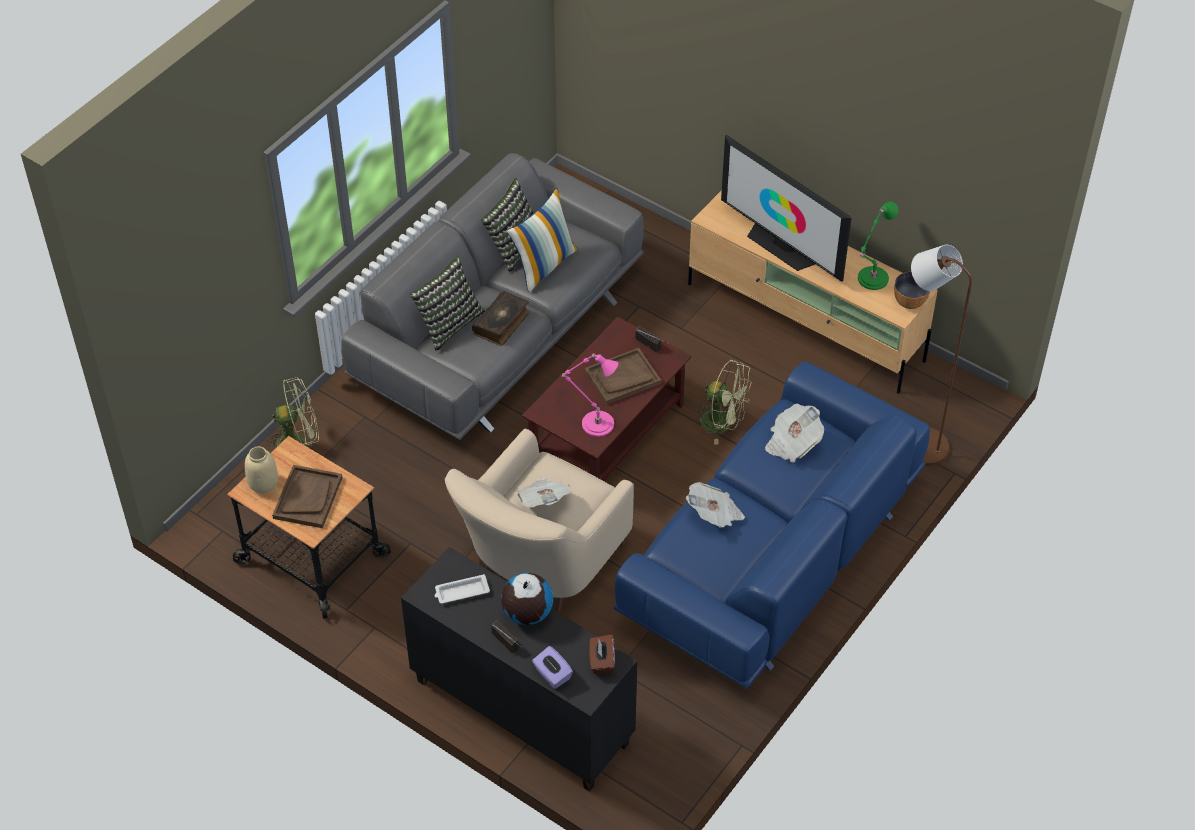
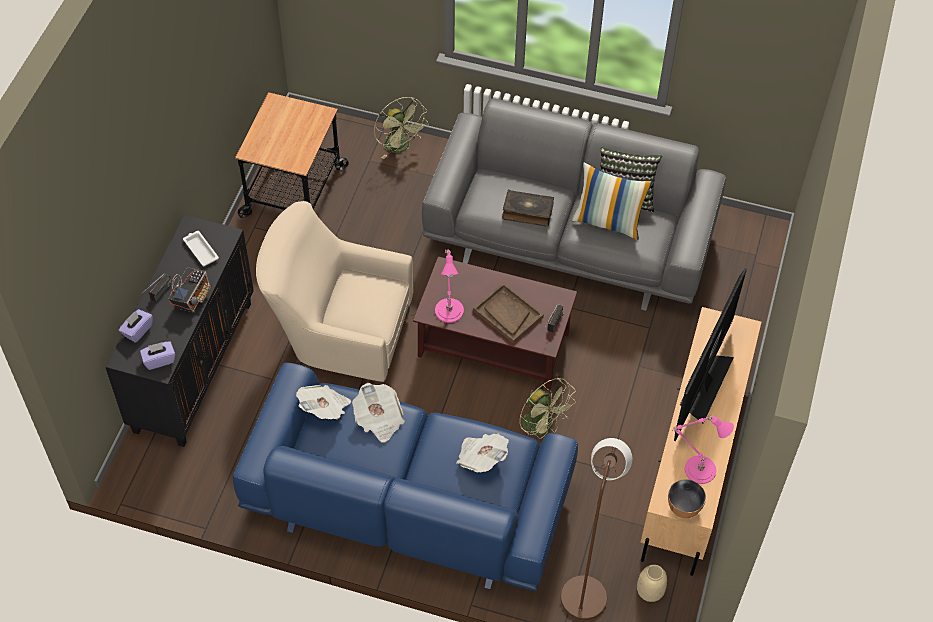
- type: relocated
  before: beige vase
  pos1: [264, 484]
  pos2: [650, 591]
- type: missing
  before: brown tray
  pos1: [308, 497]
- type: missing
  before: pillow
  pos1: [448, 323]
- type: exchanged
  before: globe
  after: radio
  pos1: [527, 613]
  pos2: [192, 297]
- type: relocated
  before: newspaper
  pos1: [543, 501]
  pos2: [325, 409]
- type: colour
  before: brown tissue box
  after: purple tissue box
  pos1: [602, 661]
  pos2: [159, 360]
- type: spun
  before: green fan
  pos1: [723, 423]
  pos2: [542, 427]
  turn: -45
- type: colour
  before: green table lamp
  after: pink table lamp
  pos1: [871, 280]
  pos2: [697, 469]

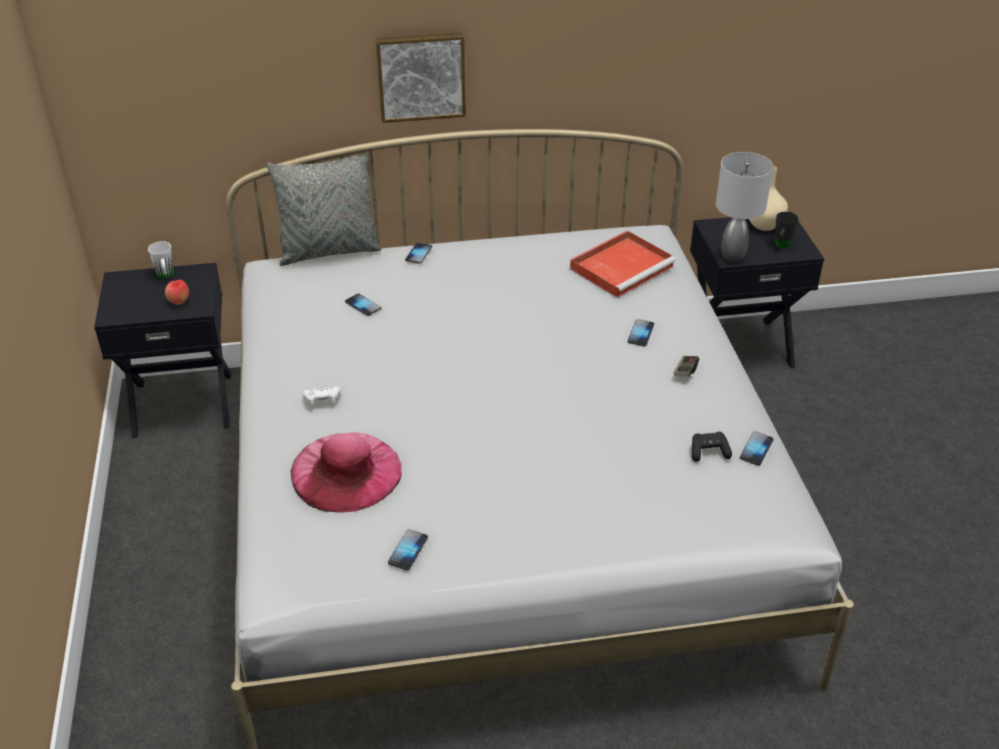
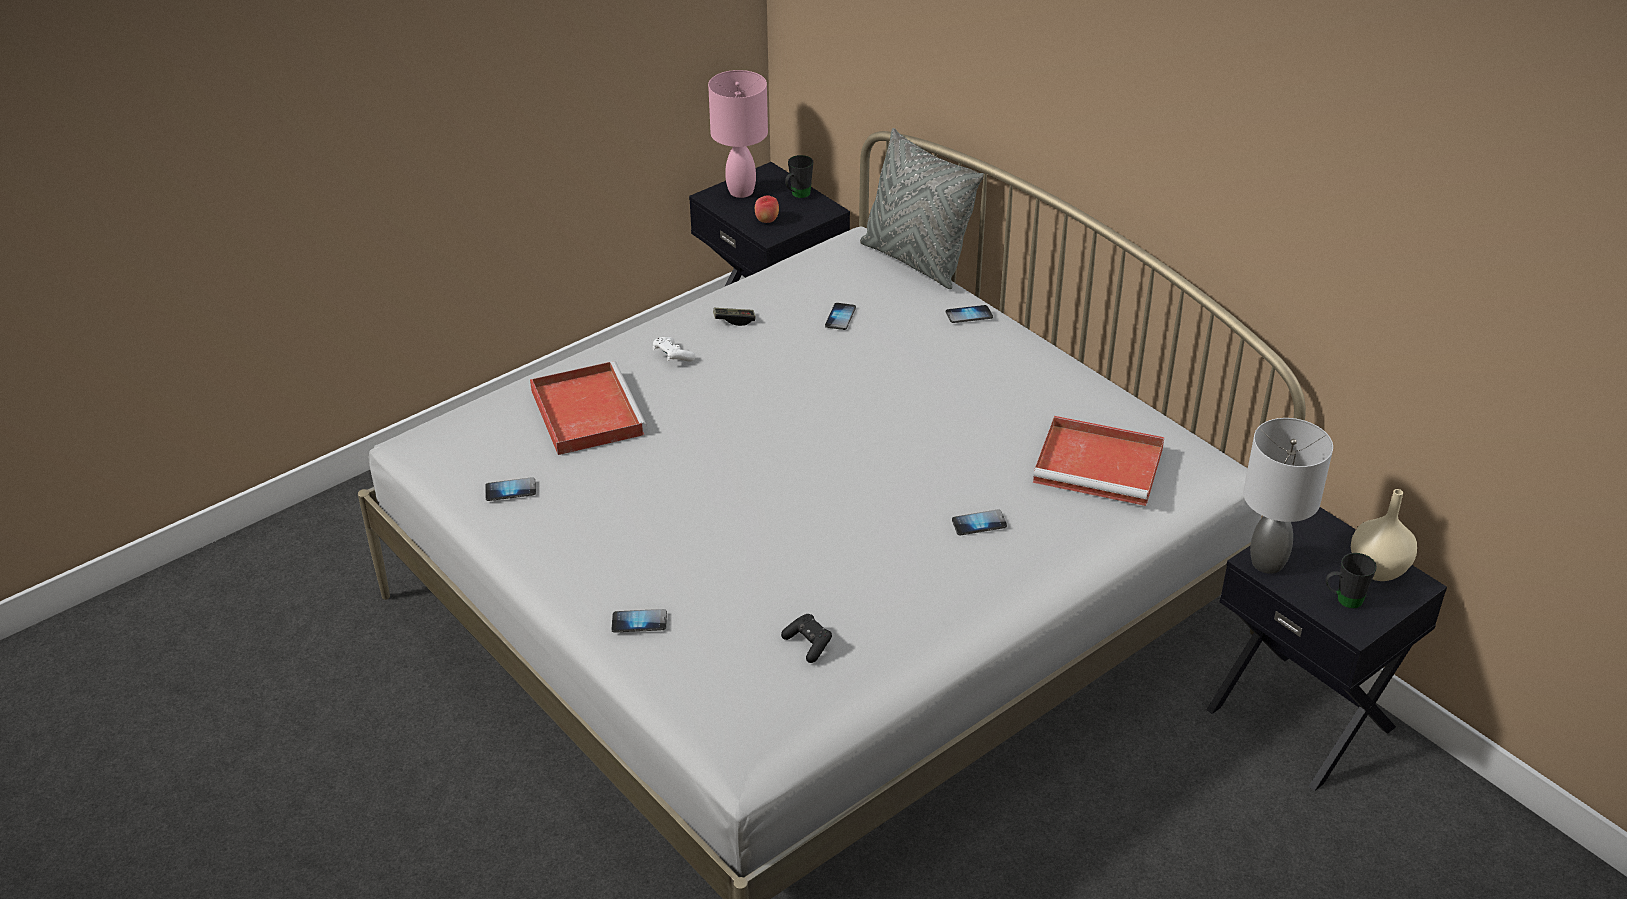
- type: colour
  before: white mug
  after: black mug
  pos1: [166, 277]
  pos2: [797, 195]
- type: exchanged
  before: pink hat
  after: red tray
  pos1: [346, 471]
  pos2: [585, 411]
- type: missing
  before: picture
  pos1: [421, 76]
- type: relocated
  before: game controller
  pos1: [685, 371]
  pos2: [734, 320]
- type: relocated
  before: phone
  pos1: [756, 449]
  pos2: [639, 622]
- type: appeared
  after: pink table lamp
  pos2: [740, 191]

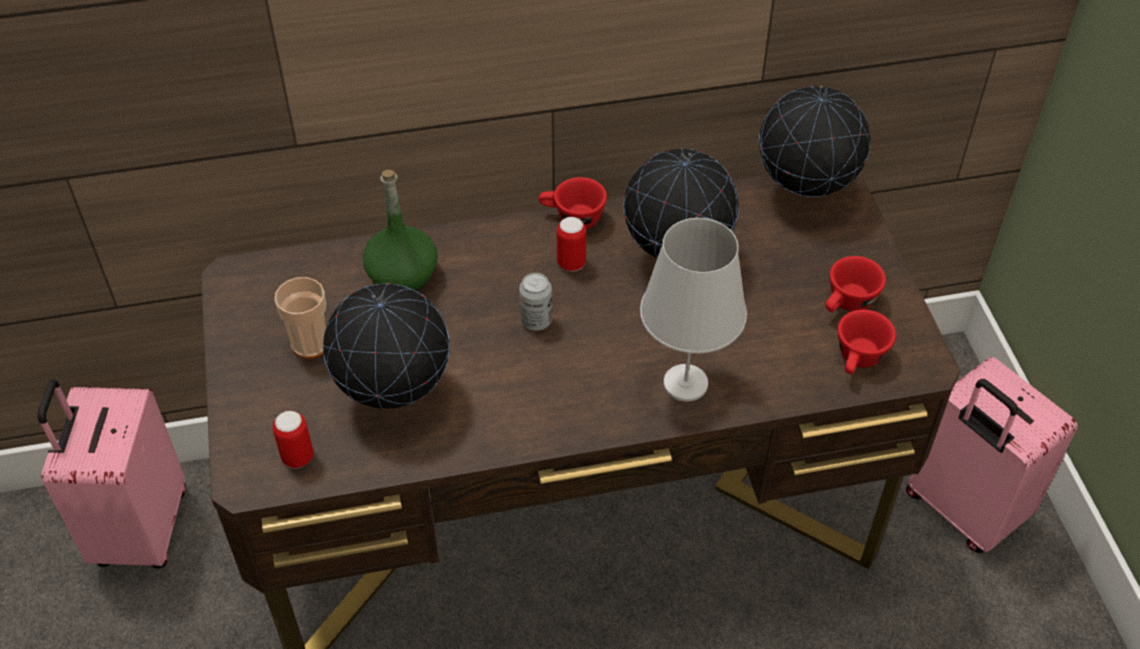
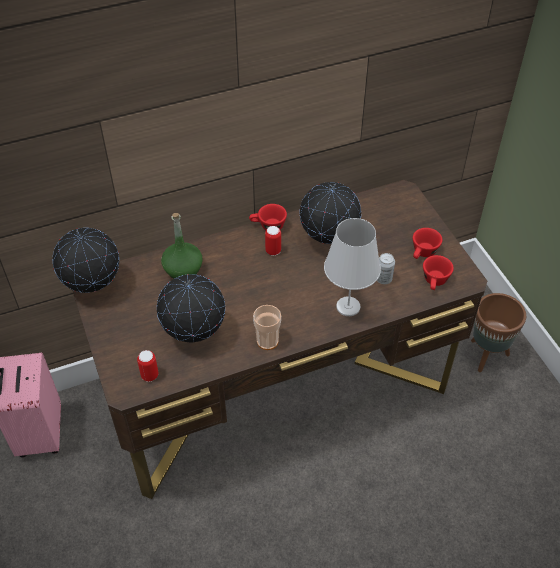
- type: relocated
  before: cup
  pos1: [310, 343]
  pos2: [267, 341]
- type: relocated
  before: can
  pos1: [536, 321]
  pos2: [383, 279]
- type: relocated
  before: globe
  pos1: [804, 192]
  pos2: [93, 286]
- type: exchanged
  before: pink suitcase
  after: brown planter
  pos1: [962, 510]
  pos2: [486, 355]

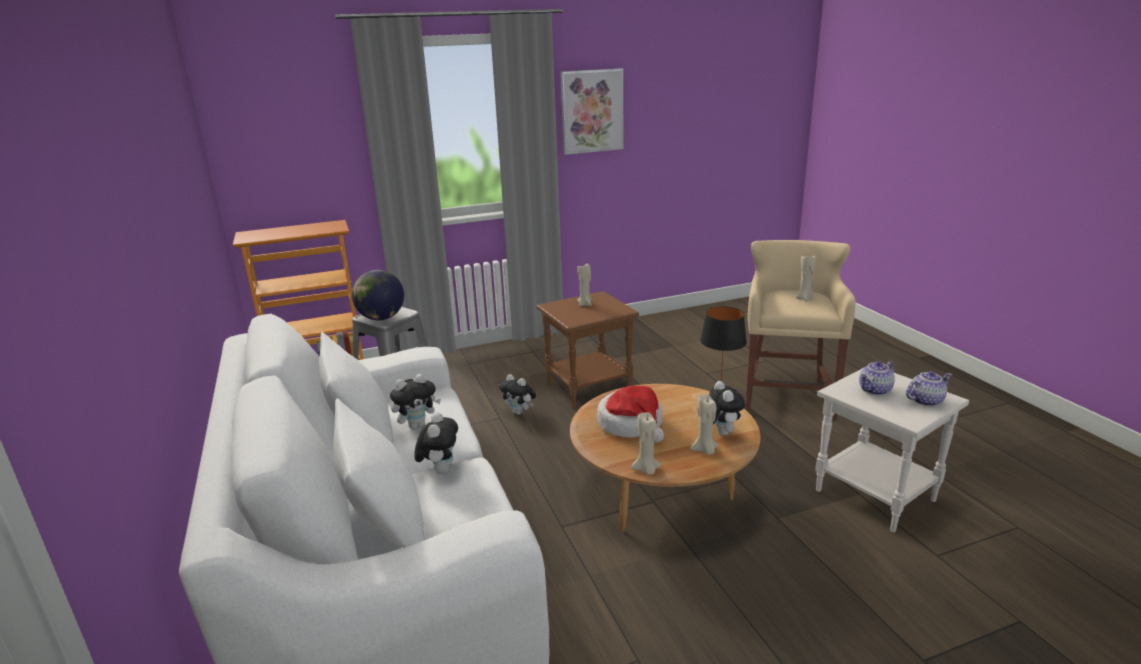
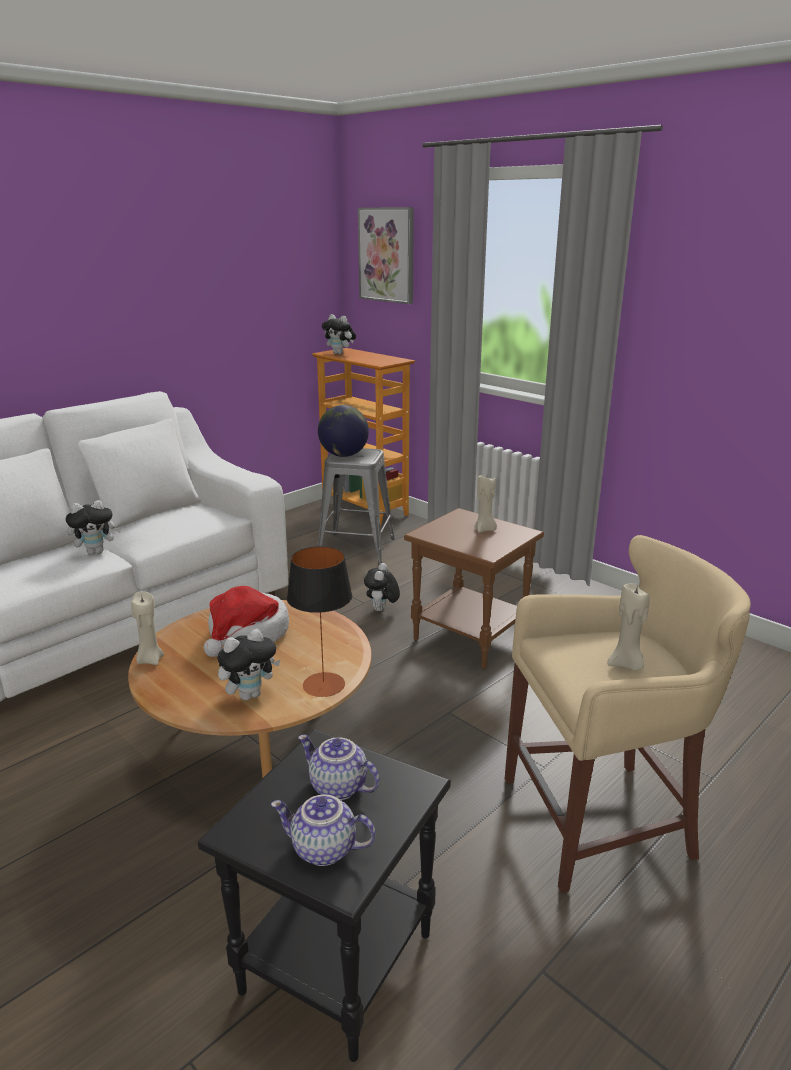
- type: relocated
  before: plush toy
  pos1: [417, 425]
  pos2: [340, 353]
- type: relocated
  before: picture
  pos1: [591, 111]
  pos2: [387, 255]
- type: missing
  before: beige candle
  pos1: [705, 450]
- type: colour
  before: white side table
  after: black side table
  pos1: [876, 495]
  pos2: [338, 966]
- type: spun
  before: teapot
  pos1: [925, 400]
  pos2: [322, 850]
  turn: 150

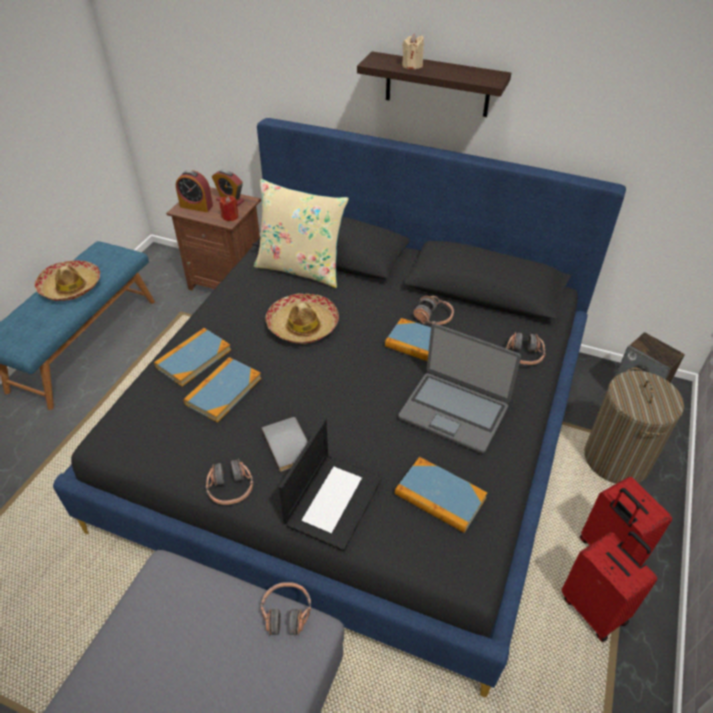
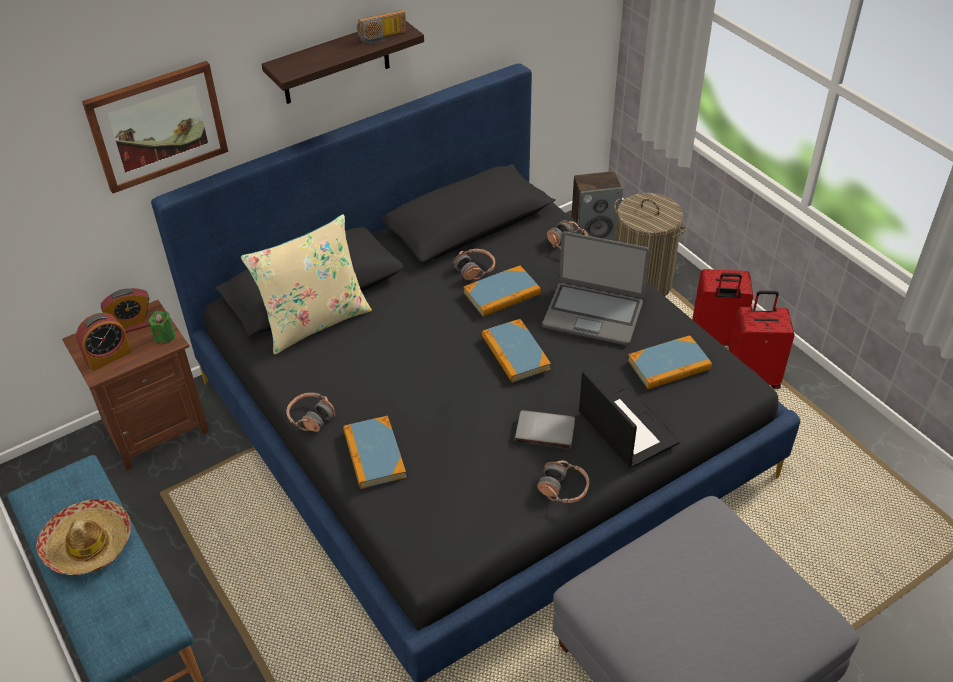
- type: relocated
  before: book
  pos1: [223, 391]
  pos2: [515, 353]
- type: colour
  before: red candle
  after: green candle
  pos1: [230, 217]
  pos2: [164, 337]
- type: relocated
  before: headphones
  pos1: [286, 613]
  pos2: [311, 417]
- type: missing
  before: hat
  pos1: [302, 326]
- type: spun
  before: laptop
  pos1: [454, 411]
  pos2: [593, 313]
  turn: 45
- type: missing
  before: beige candle
  pos1: [412, 65]
- type: appeared
  after: picture
  pos2: [157, 126]
- type: appeared
  after: radio
  pos2: [383, 37]

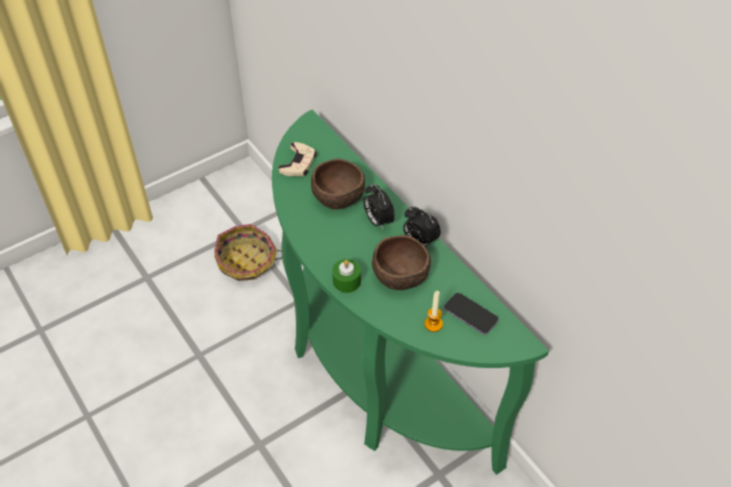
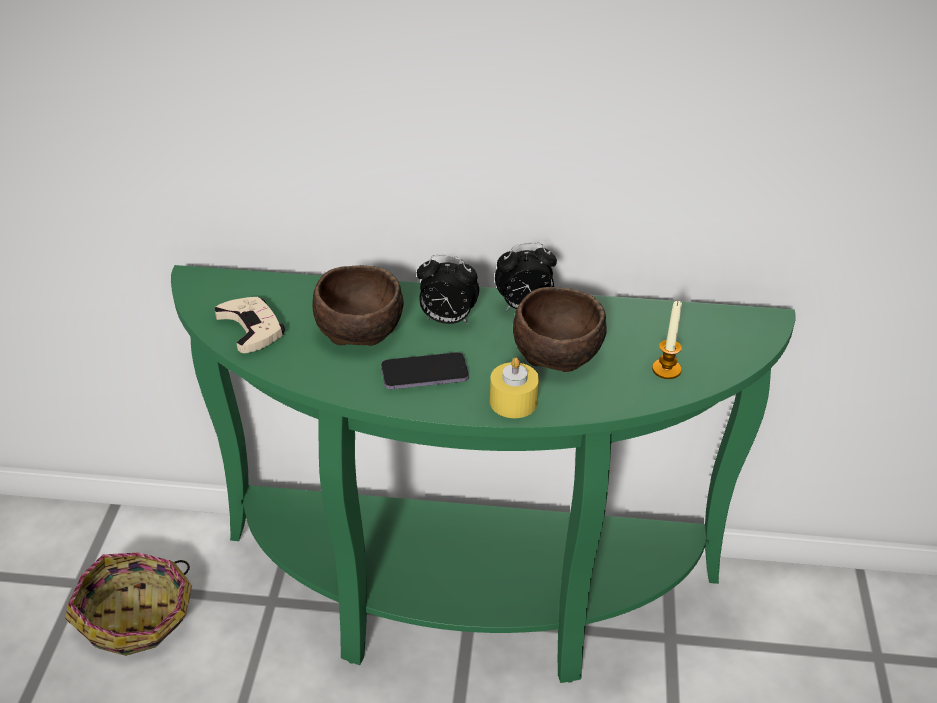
- type: colour
  before: green candle
  after: yellow candle
  pos1: [346, 281]
  pos2: [513, 401]
- type: relocated
  before: phone
  pos1: [470, 314]
  pos2: [424, 373]

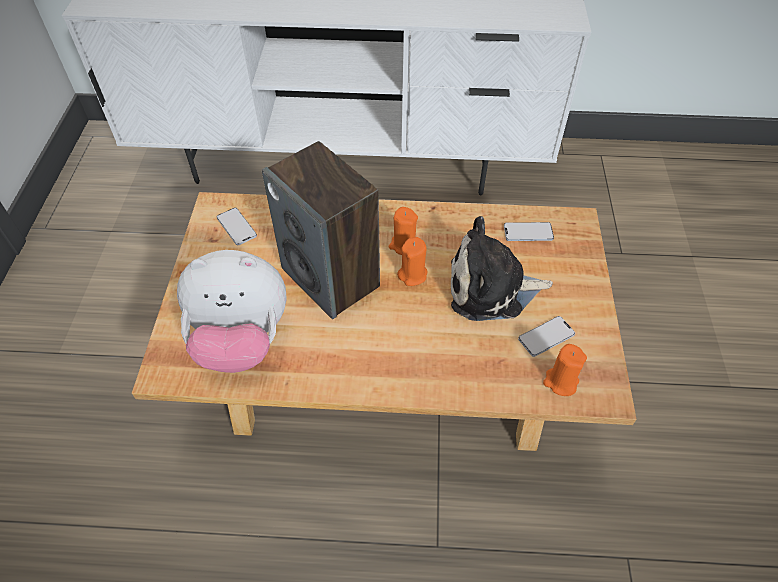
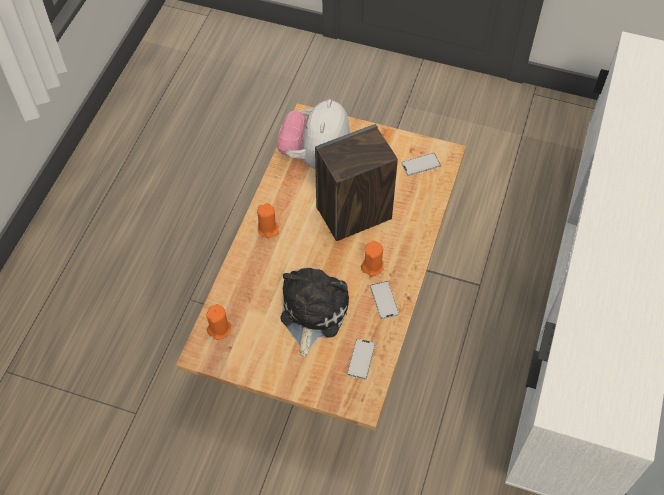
- type: relocated
  before: orange candle
  pos1: [413, 275]
  pos2: [268, 229]
- type: relocated
  before: phone
  pos1: [546, 337]
  pos2: [384, 300]

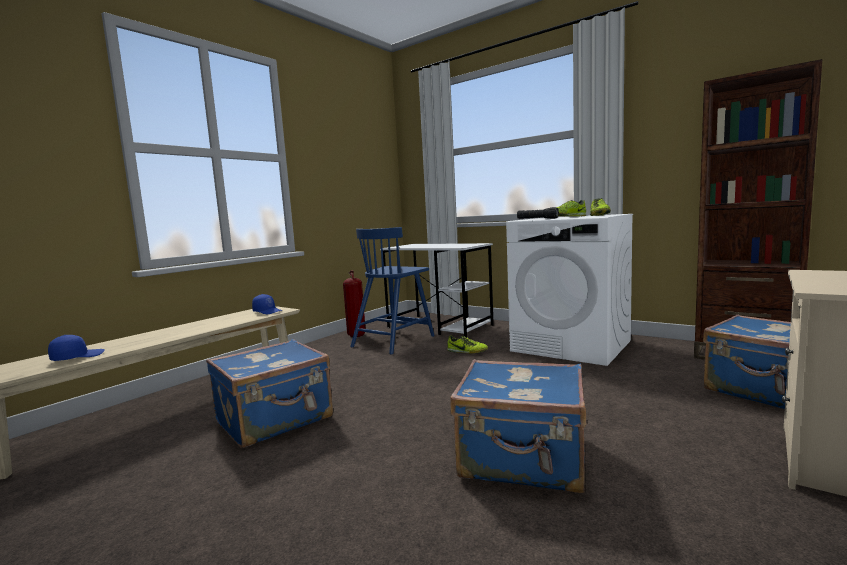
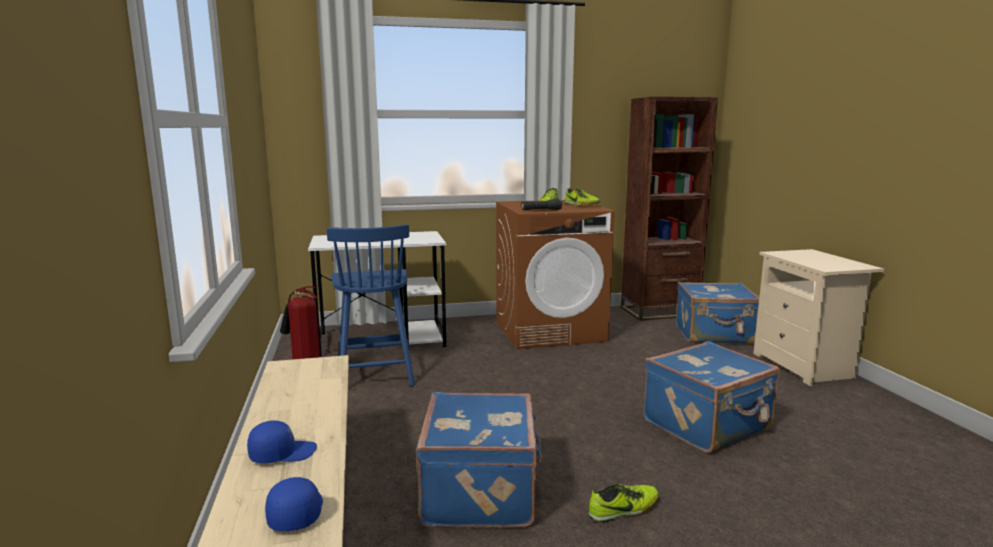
- type: relocated
  before: blue cap
  pos1: [268, 311]
  pos2: [282, 453]
- type: relocated
  before: shoe
  pos1: [467, 352]
  pos2: [624, 510]
- type: colour
  before: white washing machine
  after: brown washing machine
  pos1: [572, 346]
  pos2: [550, 331]

